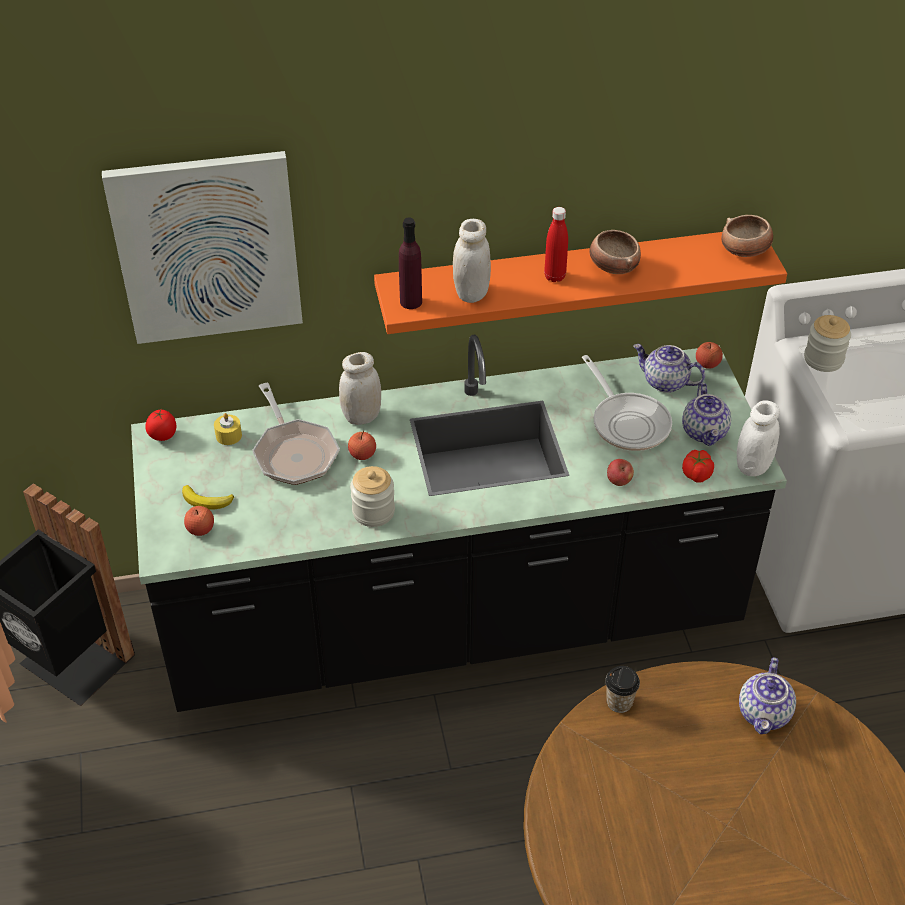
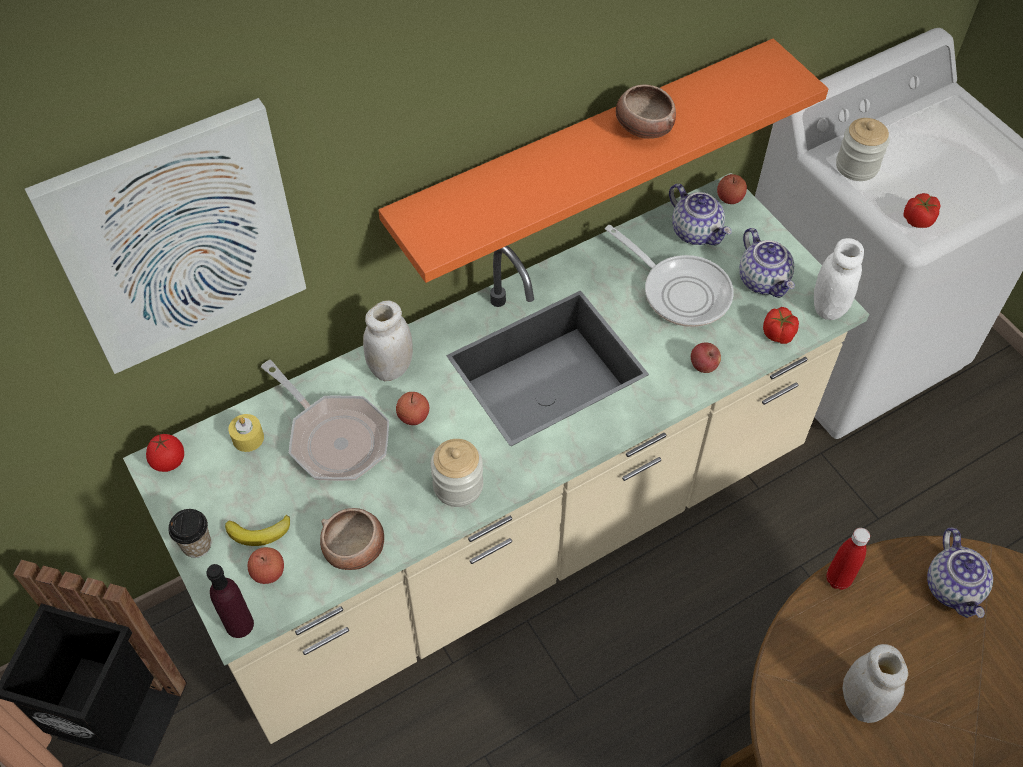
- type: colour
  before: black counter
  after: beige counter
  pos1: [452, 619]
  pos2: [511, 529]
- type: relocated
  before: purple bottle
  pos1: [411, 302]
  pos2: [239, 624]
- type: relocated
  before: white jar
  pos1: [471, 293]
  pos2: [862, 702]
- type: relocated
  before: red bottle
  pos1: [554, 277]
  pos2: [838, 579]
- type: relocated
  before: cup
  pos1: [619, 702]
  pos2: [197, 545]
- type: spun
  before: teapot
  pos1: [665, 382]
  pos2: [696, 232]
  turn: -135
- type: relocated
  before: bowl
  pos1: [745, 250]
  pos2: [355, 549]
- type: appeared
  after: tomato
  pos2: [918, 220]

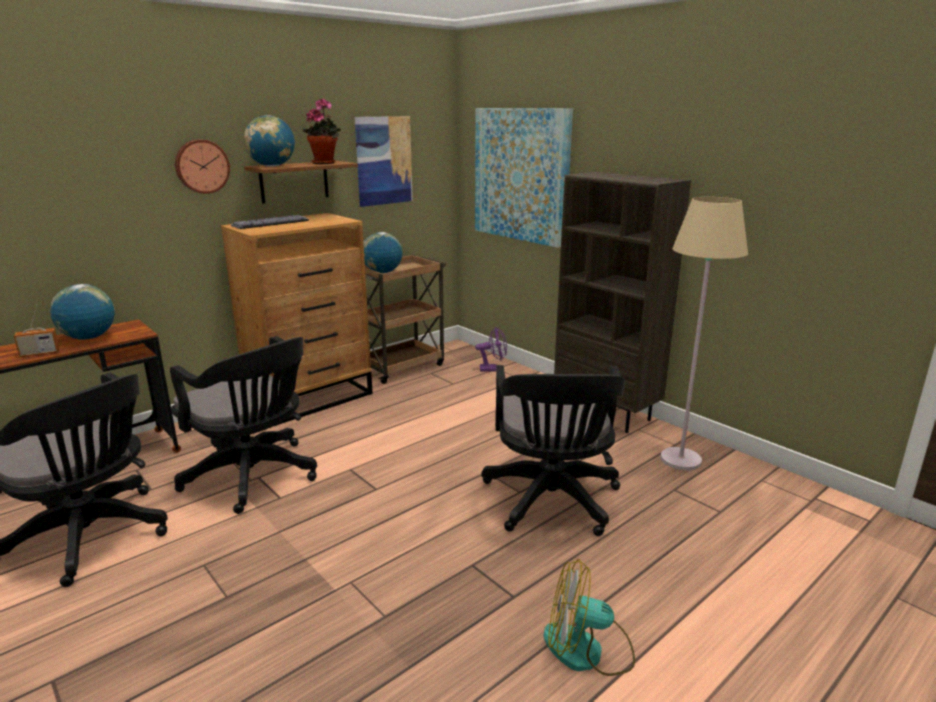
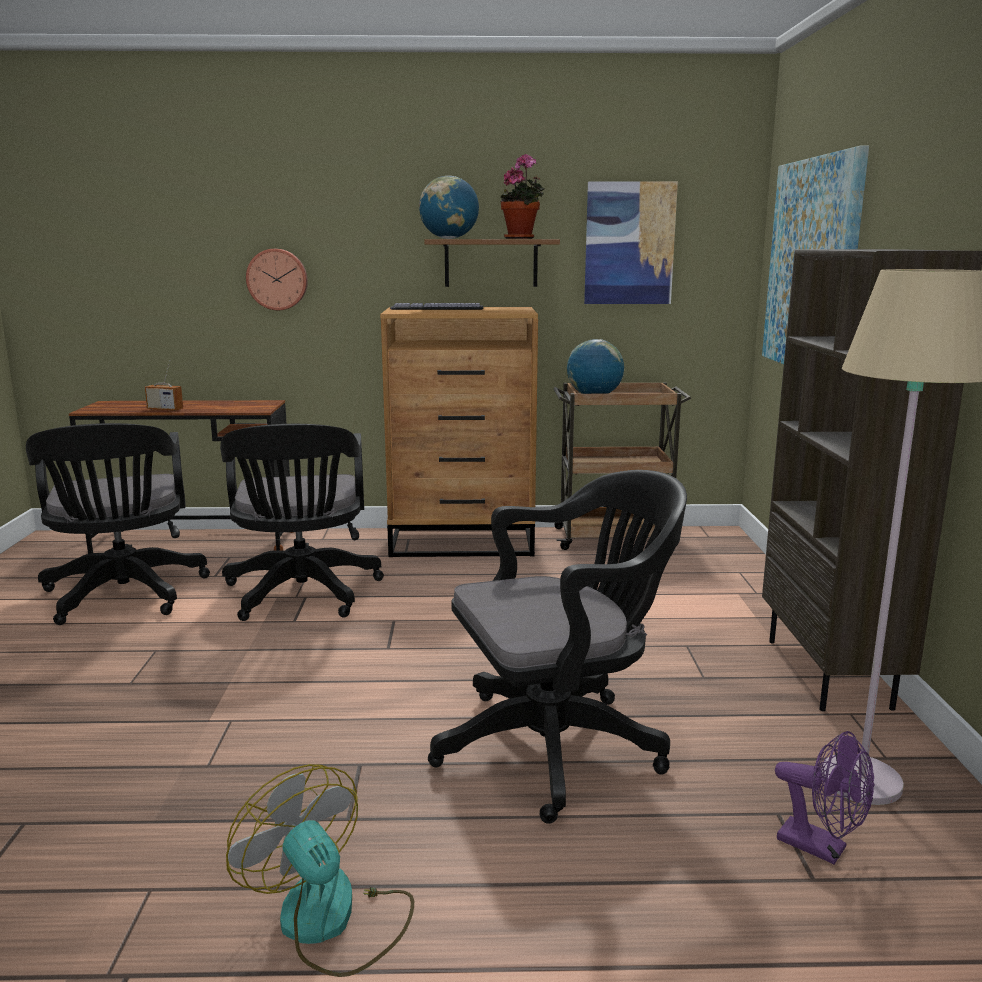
- type: missing
  before: globe
  pos1: [89, 338]
- type: relocated
  before: wall clock
  pos1: [201, 166]
  pos2: [277, 279]
- type: relocated
  before: purple fan
  pos1: [493, 369]
  pos2: [822, 848]
- type: spun
  before: black office chair
  pos1: [552, 503]
  pos2: [559, 746]
  turn: -150

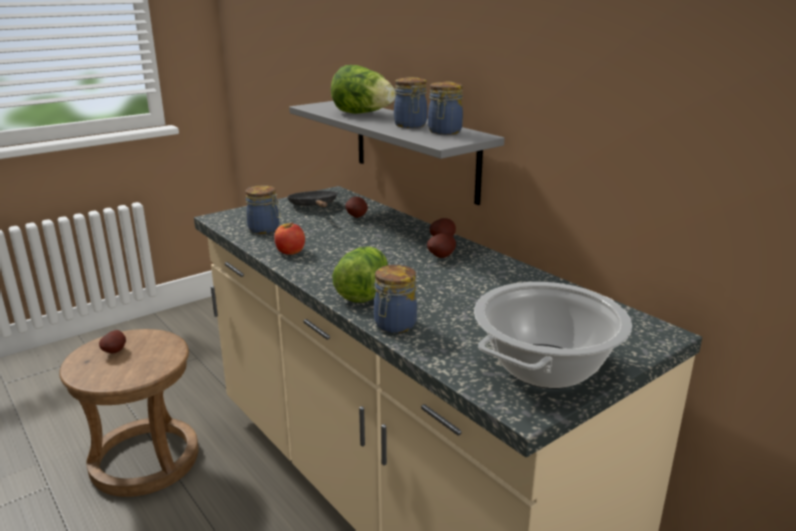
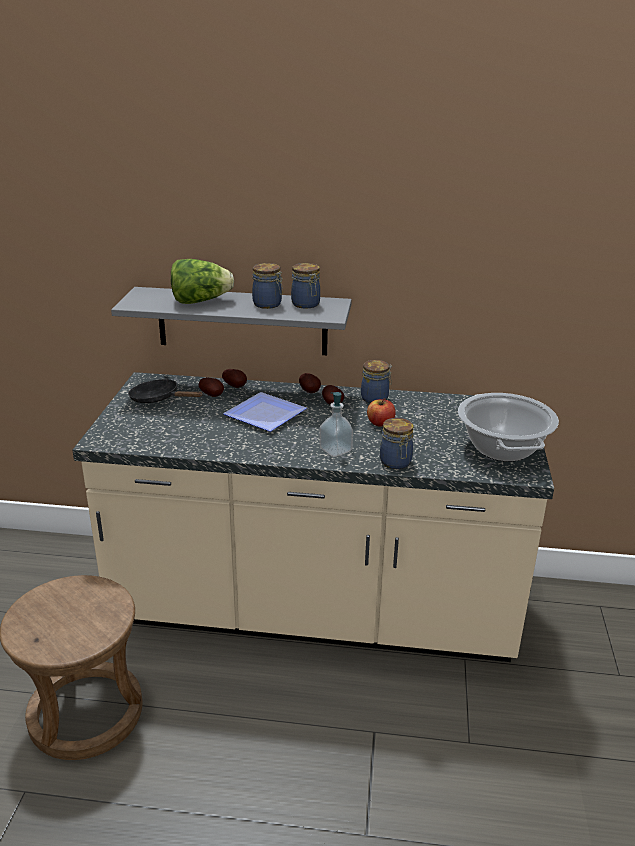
- type: relocated
  before: potato
  pos1: [116, 351]
  pos2: [236, 386]
- type: relocated
  before: jar
  pos1: [265, 229]
  pos2: [375, 398]
- type: relocated
  before: apple
  pos1: [290, 251]
  pos2: [380, 423]
- type: exchanged
  before: lettuce
  after: soap dispenser
  pos1: [362, 291]
  pos2: [335, 450]
- type: appeared
  after: plate
  pos2: [265, 413]

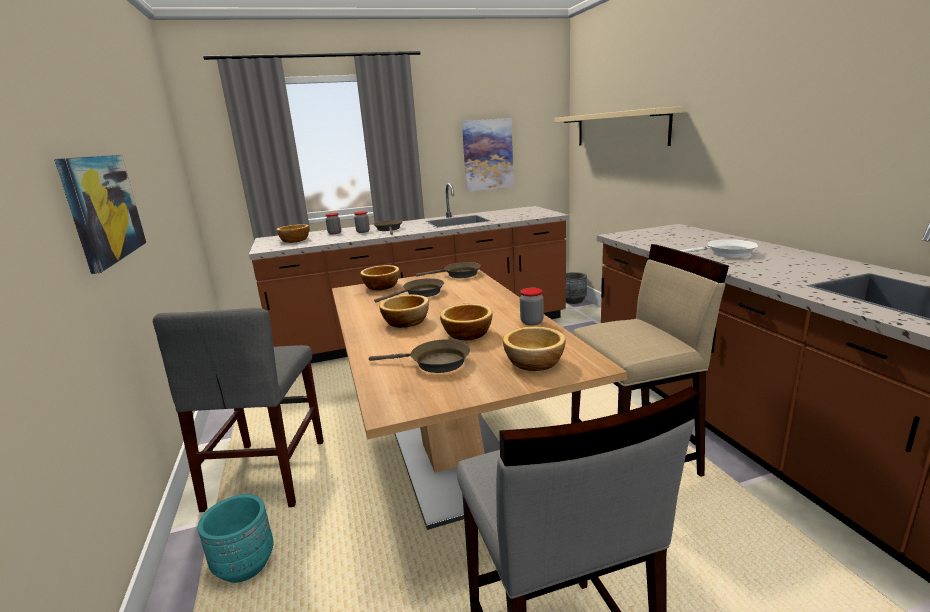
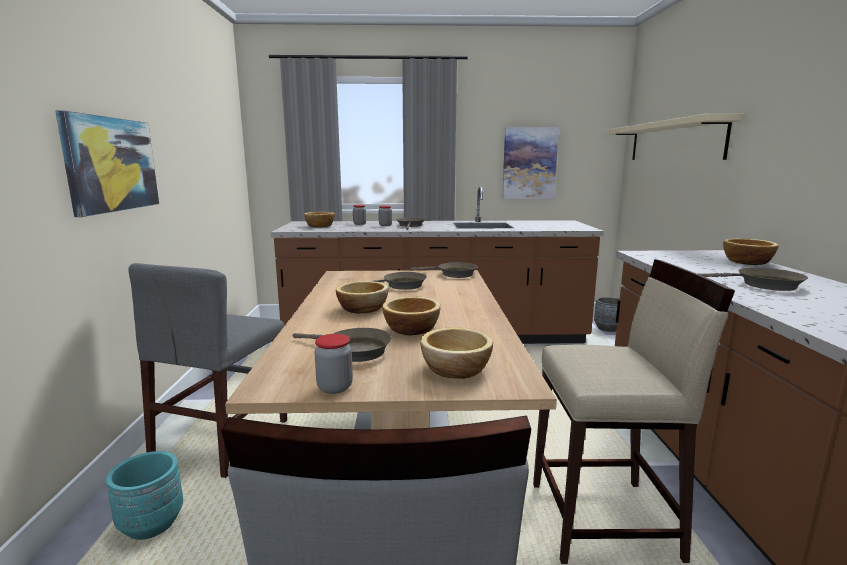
- type: relocated
  before: bowl
  pos1: [381, 286]
  pos2: [746, 262]
- type: relocated
  before: jar
  pos1: [532, 322]
  pos2: [335, 387]
- type: colour
  before: white frying pan
  after: brown frying pan
  pos1: [726, 254]
  pos2: [762, 285]

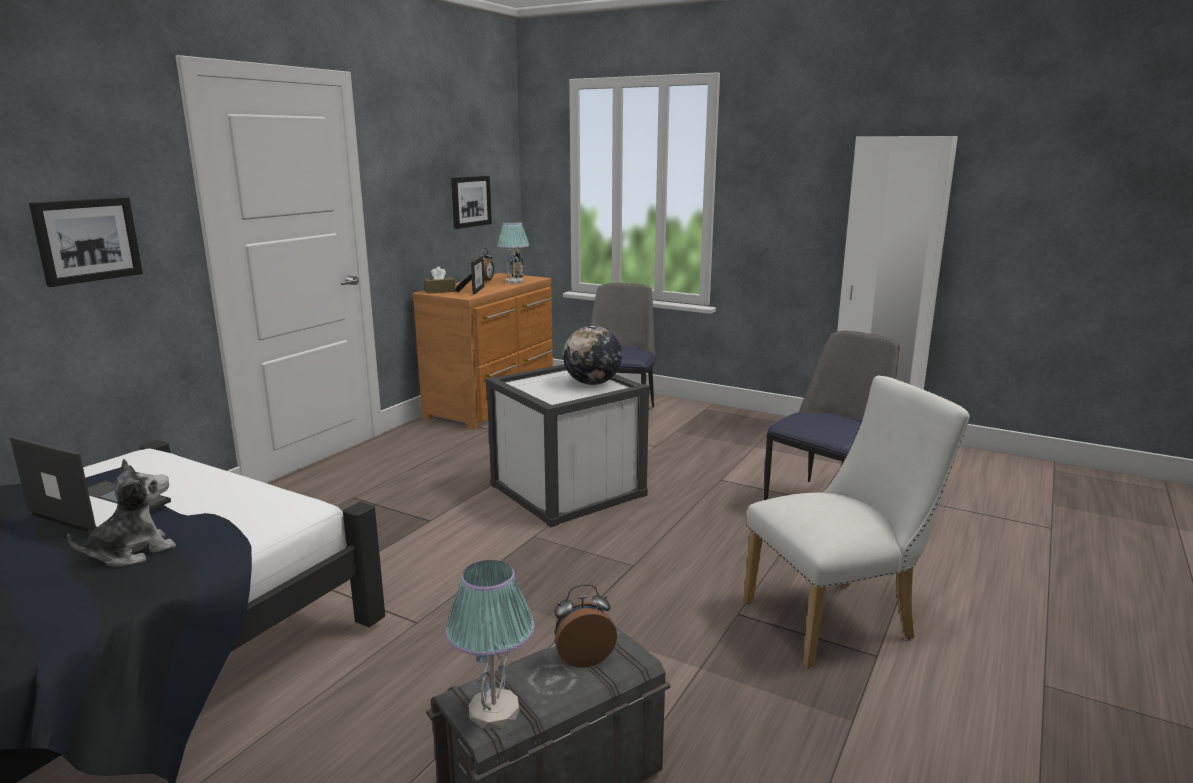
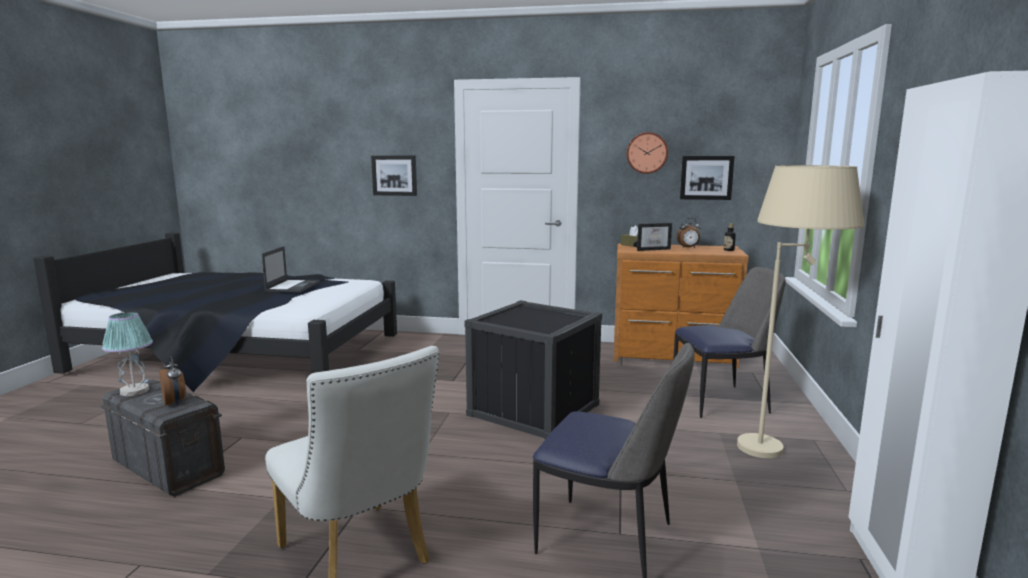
- type: missing
  before: plush toy
  pos1: [132, 552]
- type: colour
  before: white storage box
  after: black storage box
  pos1: [568, 490]
  pos2: [534, 410]
- type: missing
  before: table lamp
  pos1: [514, 282]
- type: missing
  before: globe
  pos1: [592, 383]
- type: appeared
  after: wall clock
  pos2: [647, 153]
- type: appeared
  after: beige floor lamp
  pos2: [784, 448]

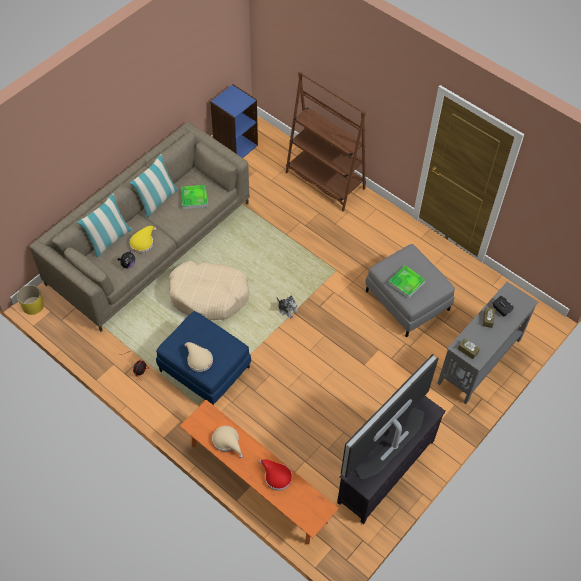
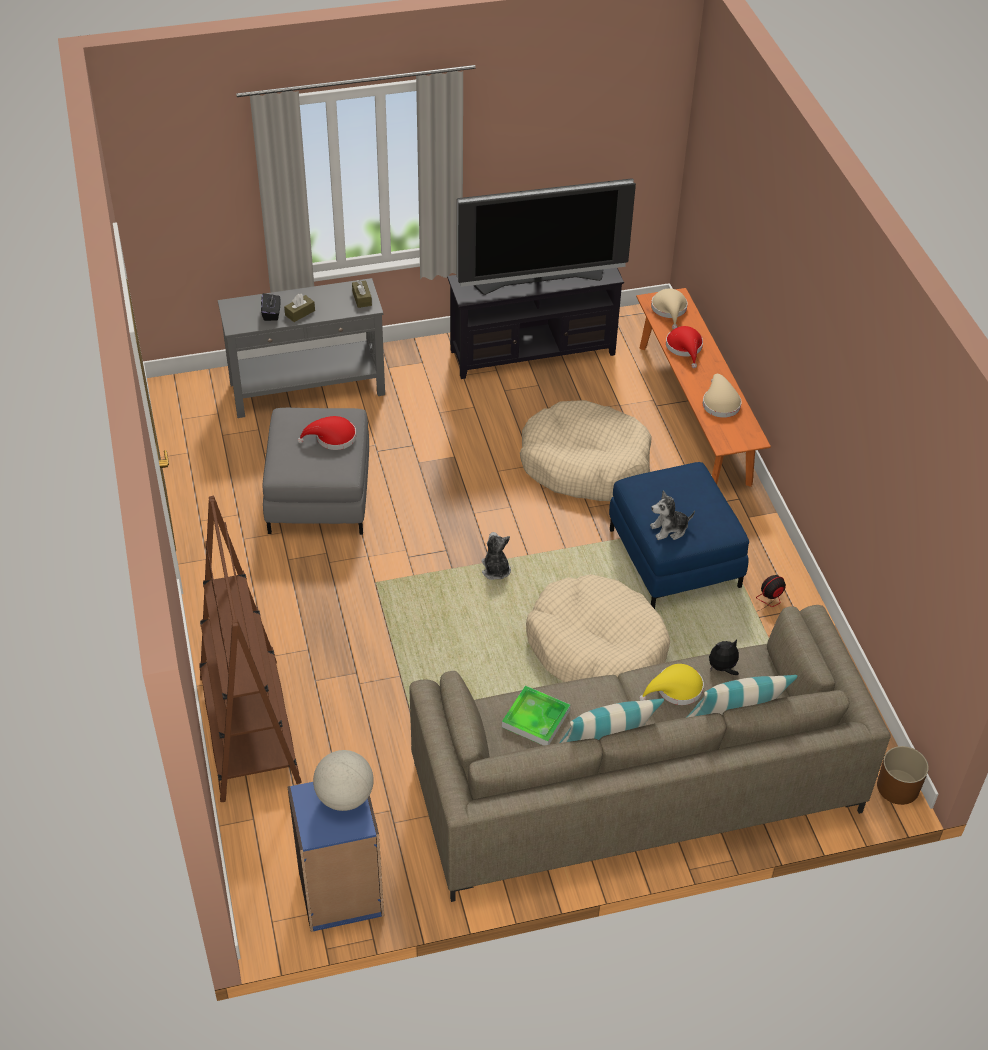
- type: colour
  before: yellow planter
  after: brown planter
  pos1: [33, 305]
  pos2: [897, 787]
- type: relocated
  before: beige hat
  pos1: [198, 359]
  pos2: [669, 310]
- type: exchanged
  before: tray
  after: red hat
  pos1: [406, 283]
  pos2: [332, 438]
- type: appeared
  after: globe
  pos2: [344, 797]
- type: appeared
  after: beige dog bed
  pos2: [585, 464]
- type: appeared
  after: plush toy
  pos2: [669, 529]

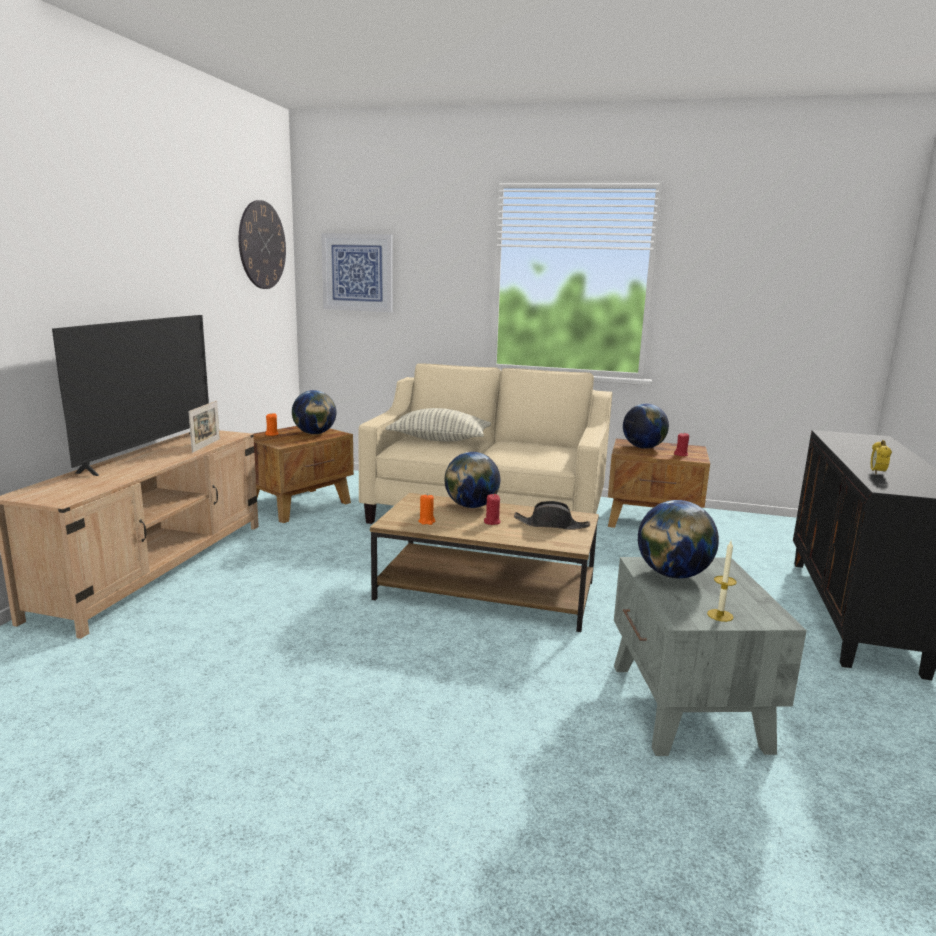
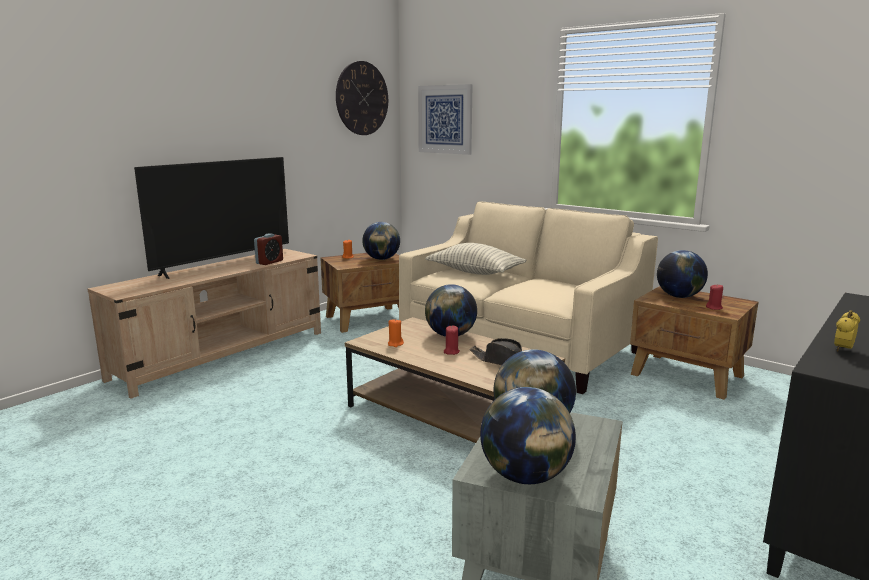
- type: exchanged
  before: picture frame
  after: alarm clock
  pos1: [206, 445]
  pos2: [269, 262]
- type: exchanged
  before: candle
  after: globe
  pos1: [720, 615]
  pos2: [525, 476]

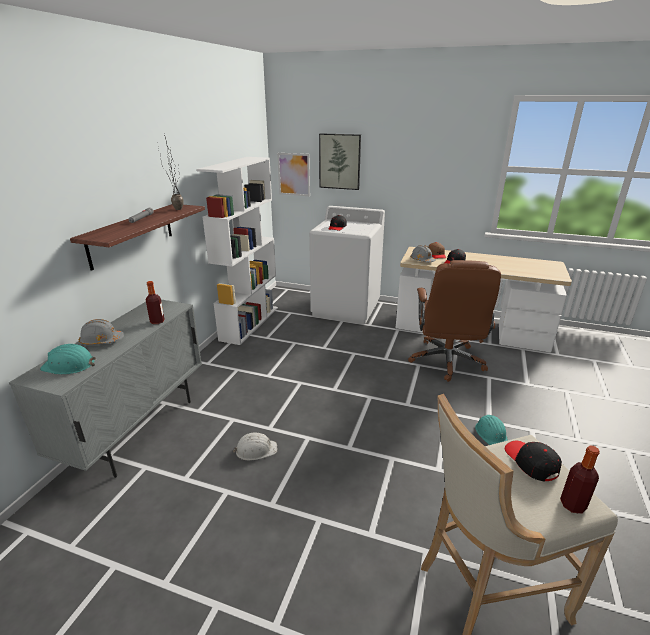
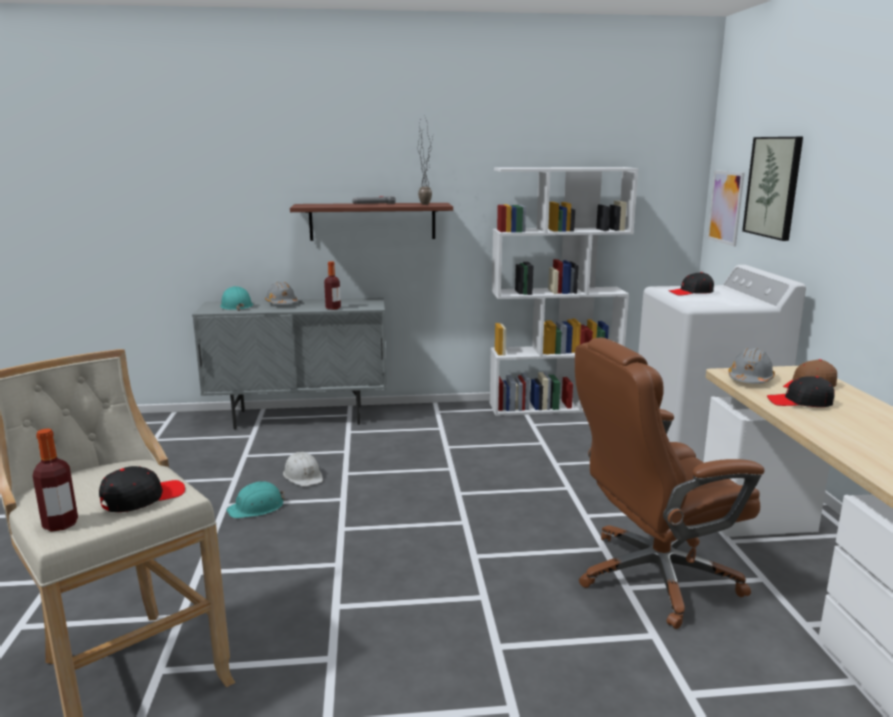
- type: relocated
  before: turquoise hard hat
  pos1: [491, 434]
  pos2: [257, 507]

